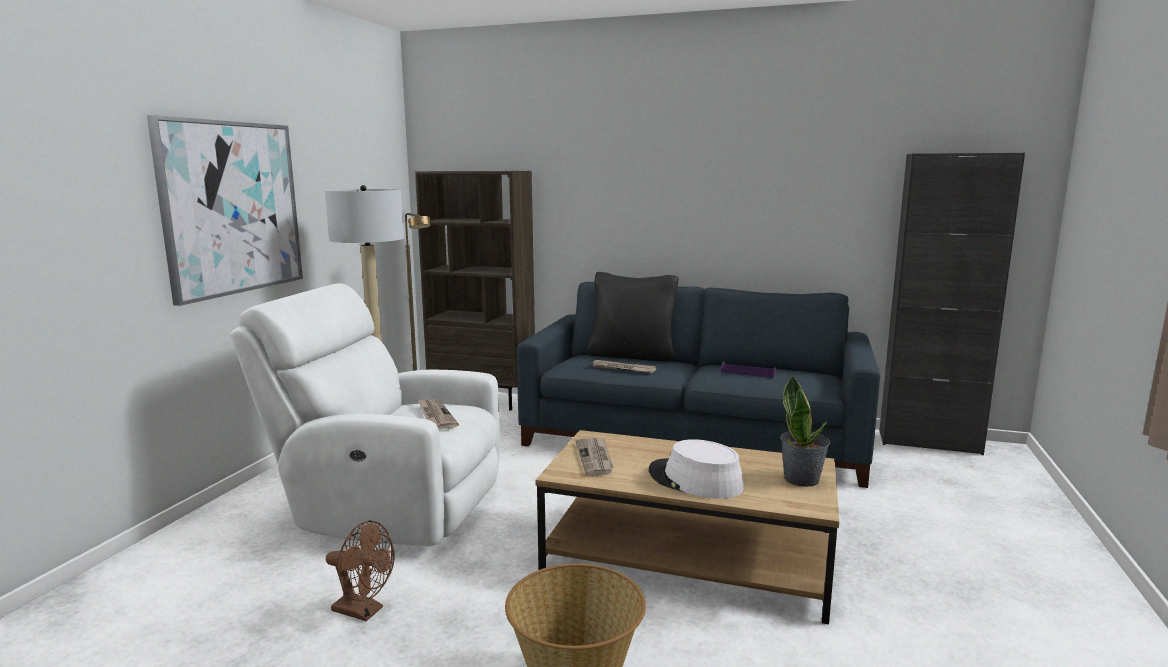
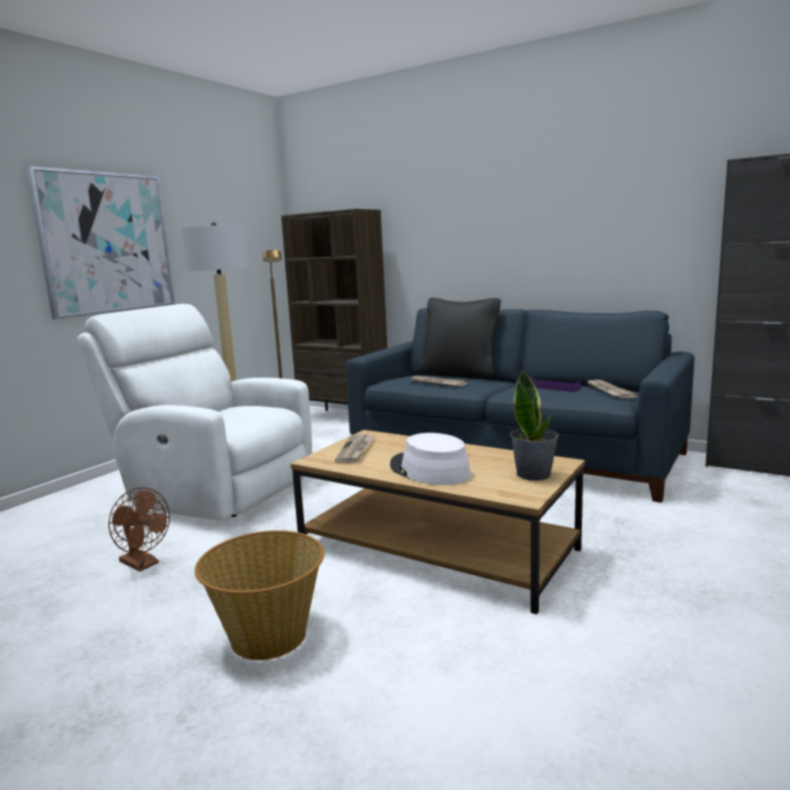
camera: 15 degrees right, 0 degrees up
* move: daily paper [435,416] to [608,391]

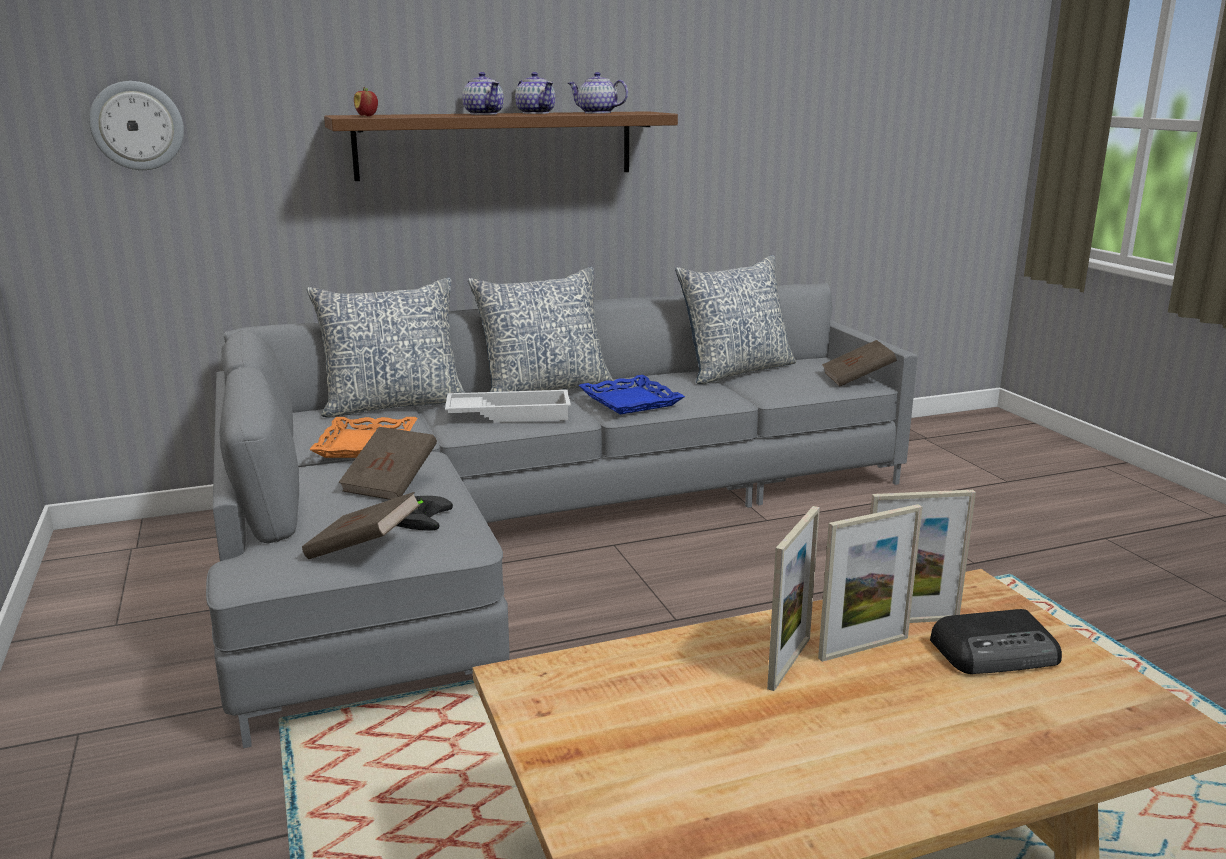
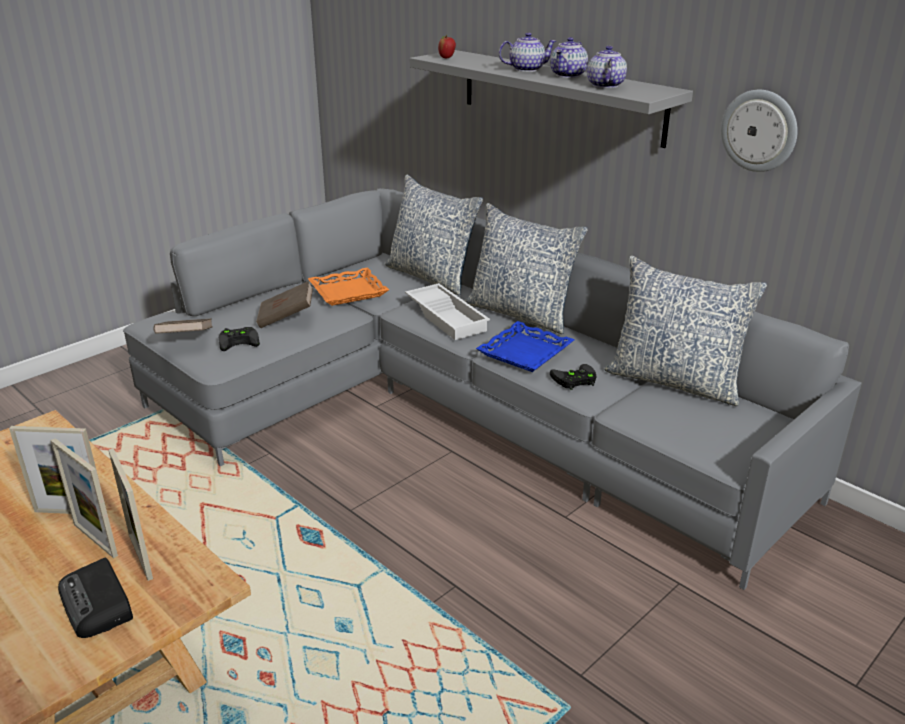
camera: 65 degrees right, 10 degrees up
* move: clock on the wall [137,126] to [759,130]
* recolor: brown wall shelf [496,145] to greyish wall shelf [559,96]
* rotate: teapot [484,114] = [526,69] 135 degrees counterclockwise
* delete: brown bound book [857,379]
* insert: black joypad [573,380]

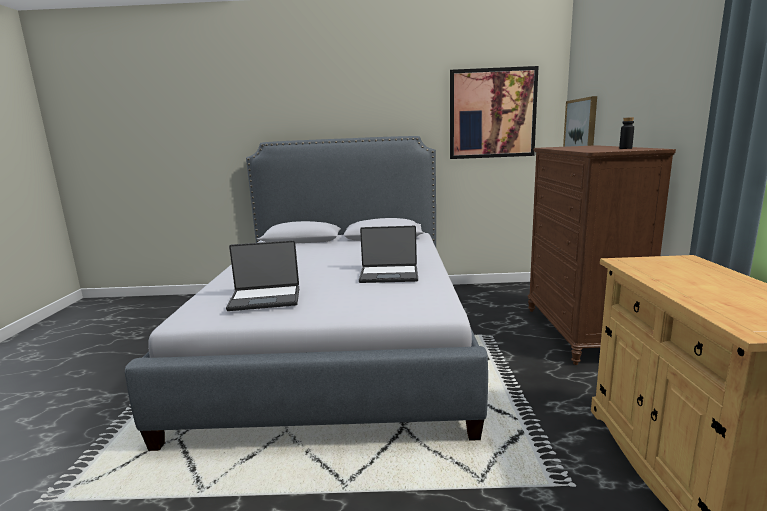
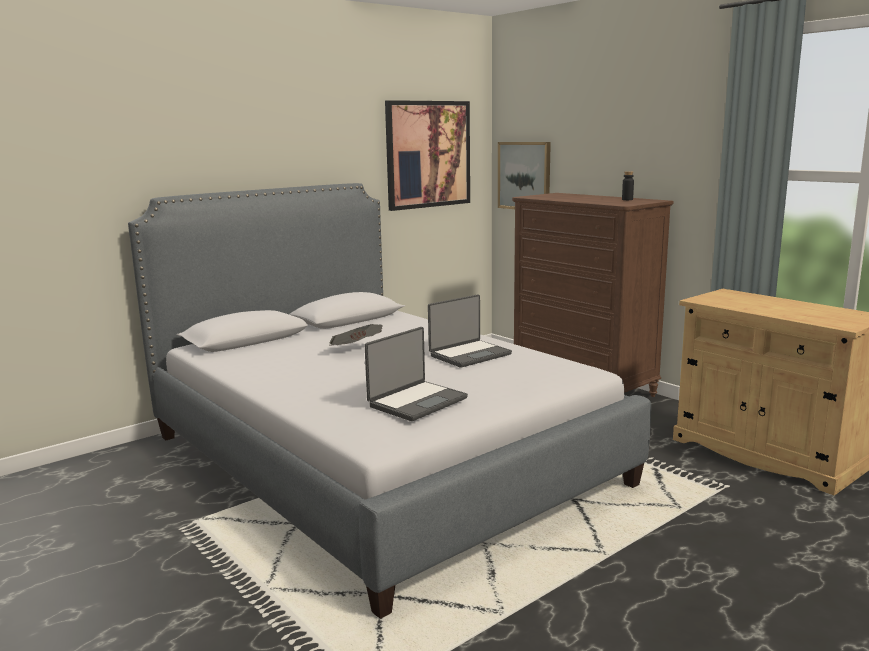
camera: 40 degrees left, 0 degrees up
* insert: daily paper [356,350]

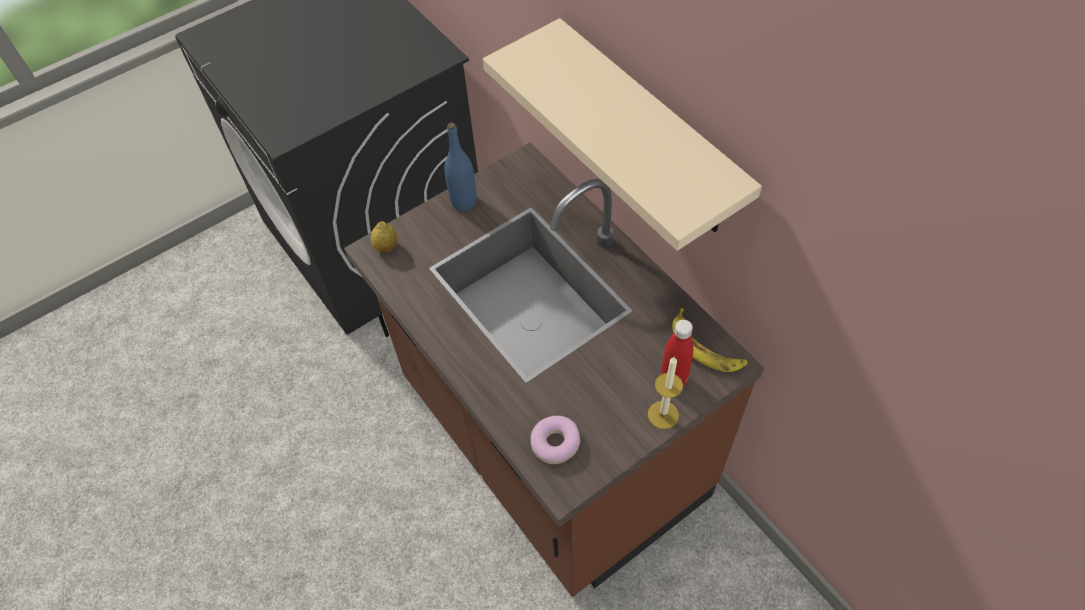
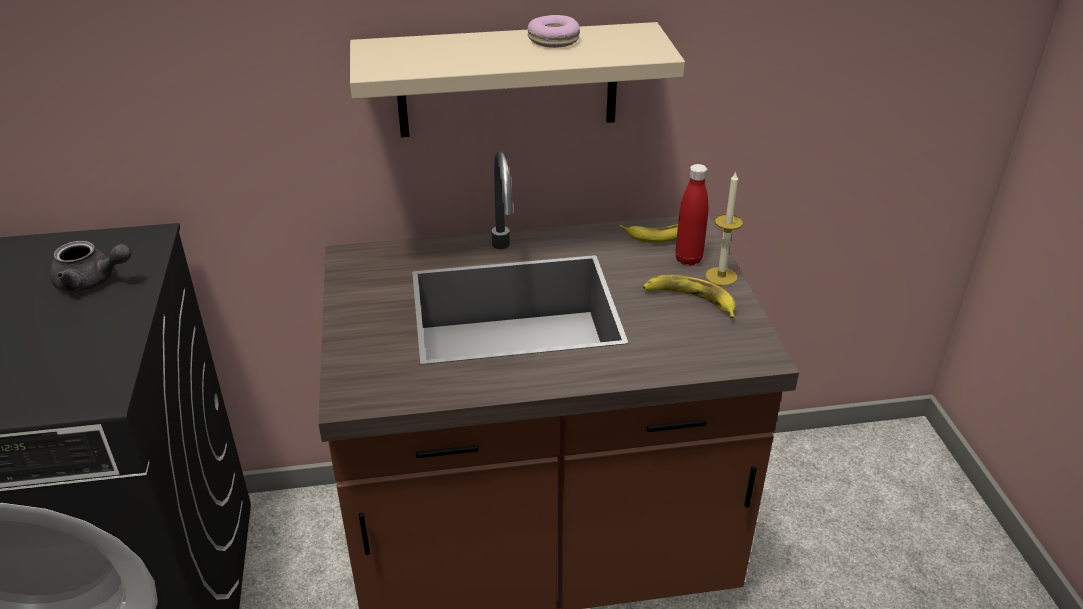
camera: 65 degrees left, 20 degrees down
* delete: citrus fruit [386,247]
* delete: blue bottle [464,201]
* move: ring doughnut [555,443] to [553,40]
* insert: greyish teapot [92,281]
* insert: banana fruit [690,300]

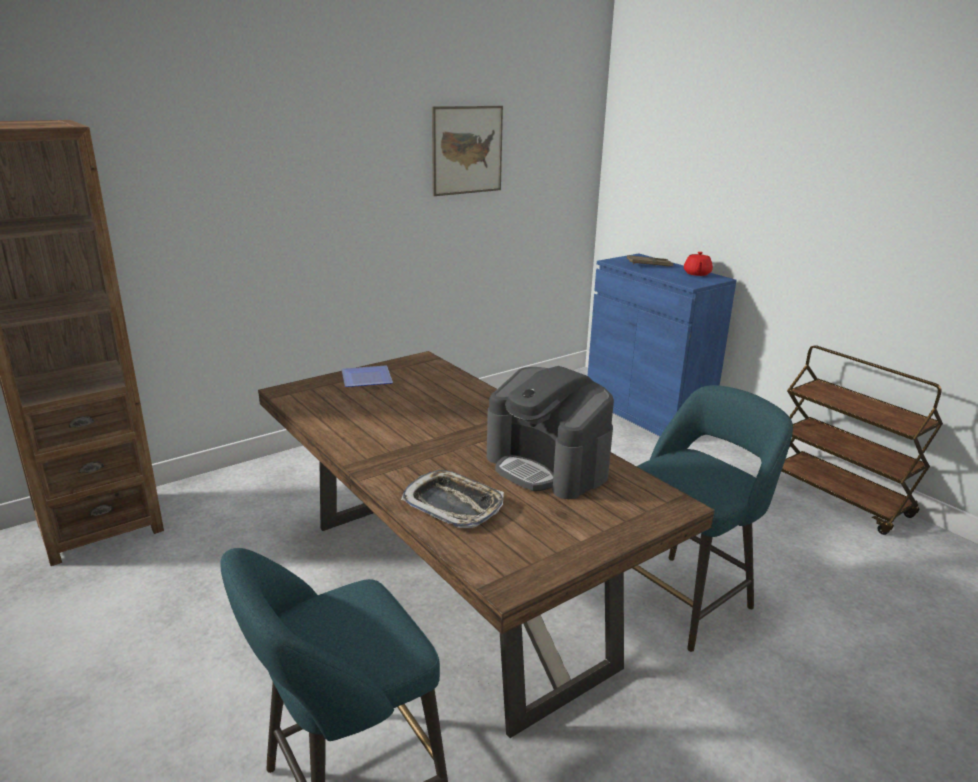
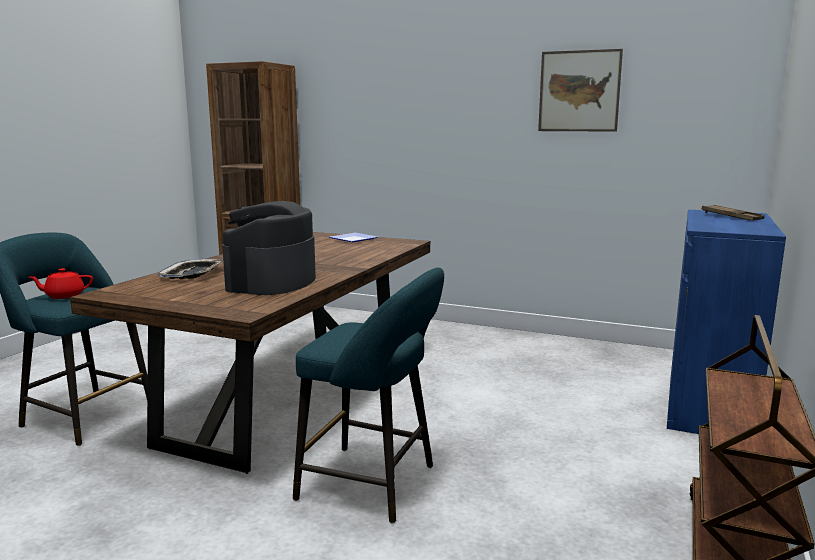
camera: 60 degrees right, 10 degrees down
* move: red teapot [697,274] to [64,296]

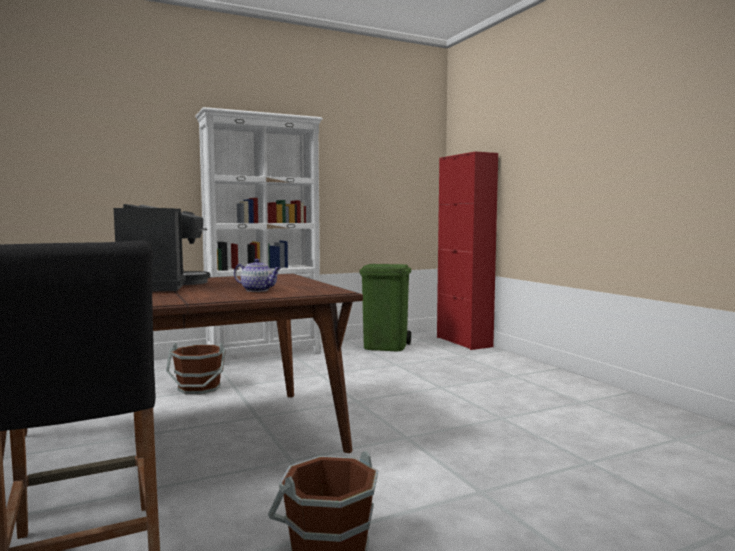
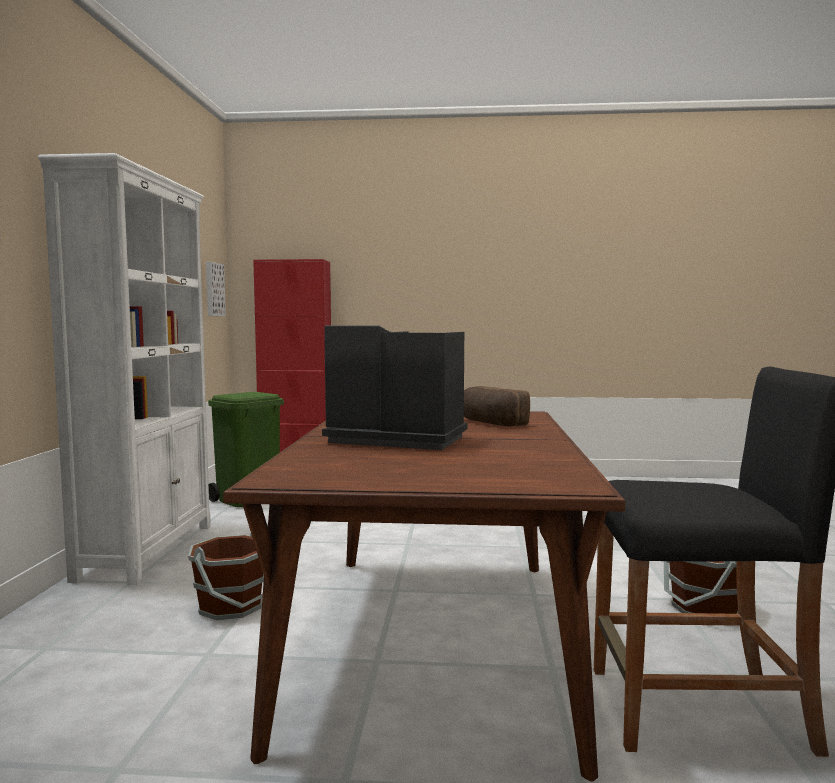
camera: 60 degrees left, 0 degrees up
* replace: teapot [258,290] to bread [490,423]
* insert: wall art [213,289]

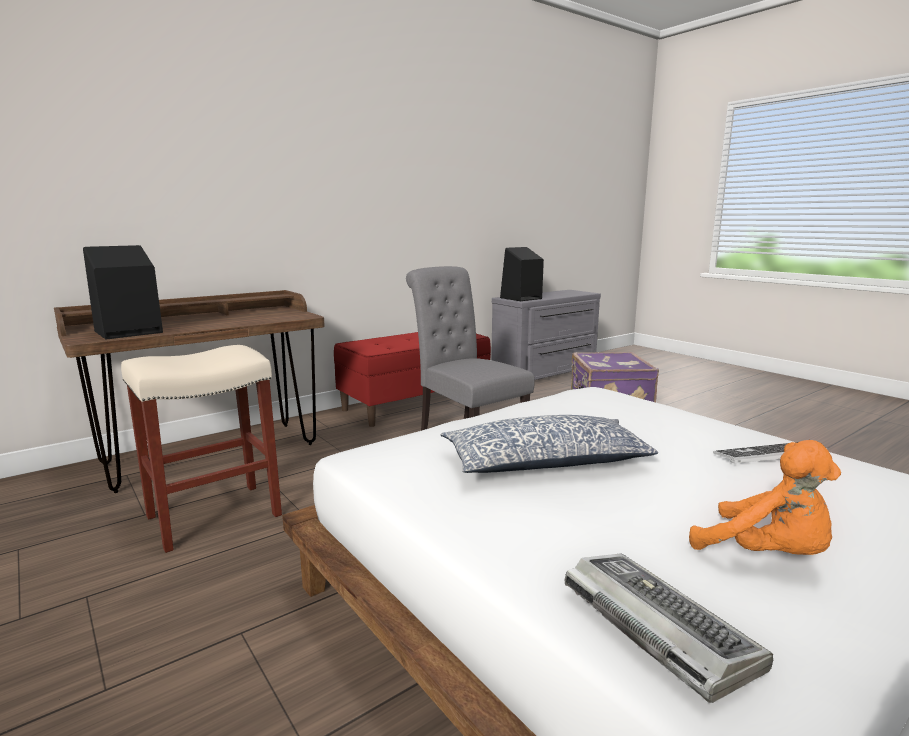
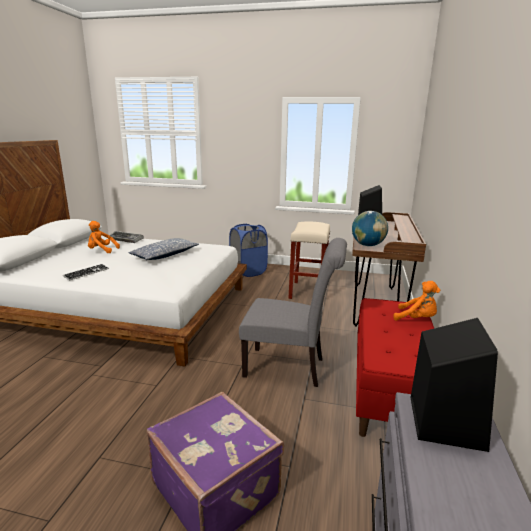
camera: 140 degrees right, 5 degrees up
* insert: blue laundry basket [248,272]
* insert: globe [368,245]
* insert: orange-coloured cuddly toy [416,319]

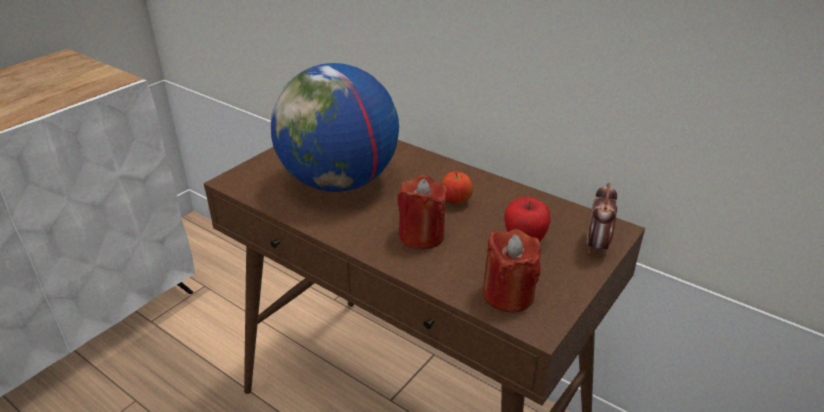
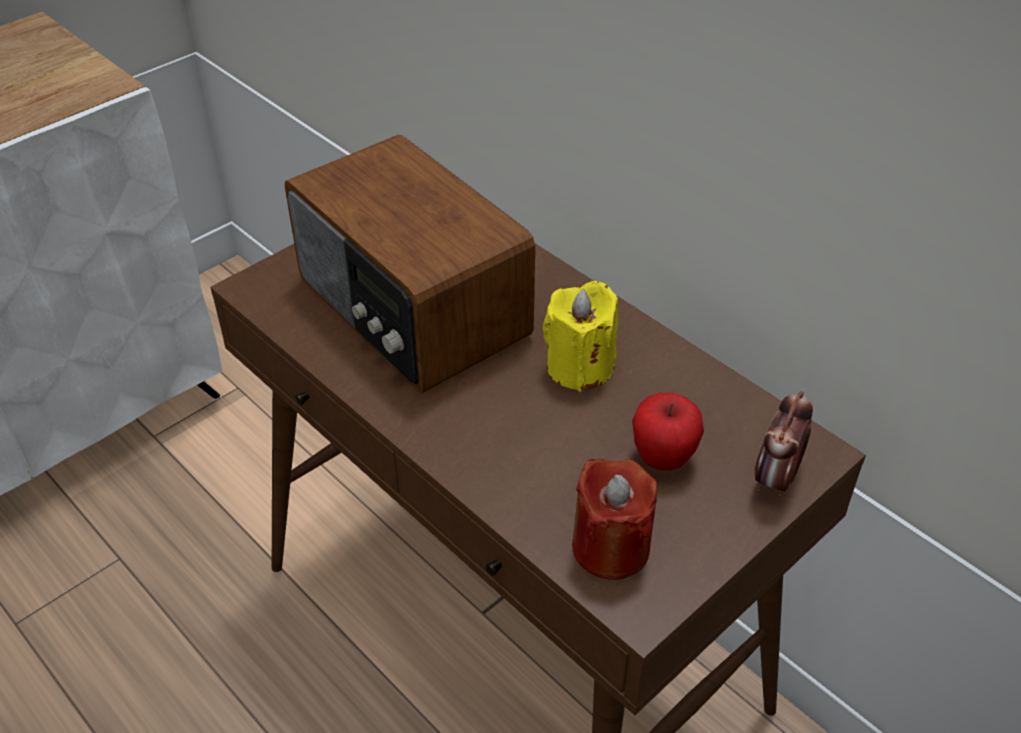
camera: 10 degrees right, 10 degrees up
* replace: globe [339,182] to radio receiver [410,309]
* delete: red candle [421,236]
* replace: apple fruit [456,201] to yellow-coloured candle [579,367]

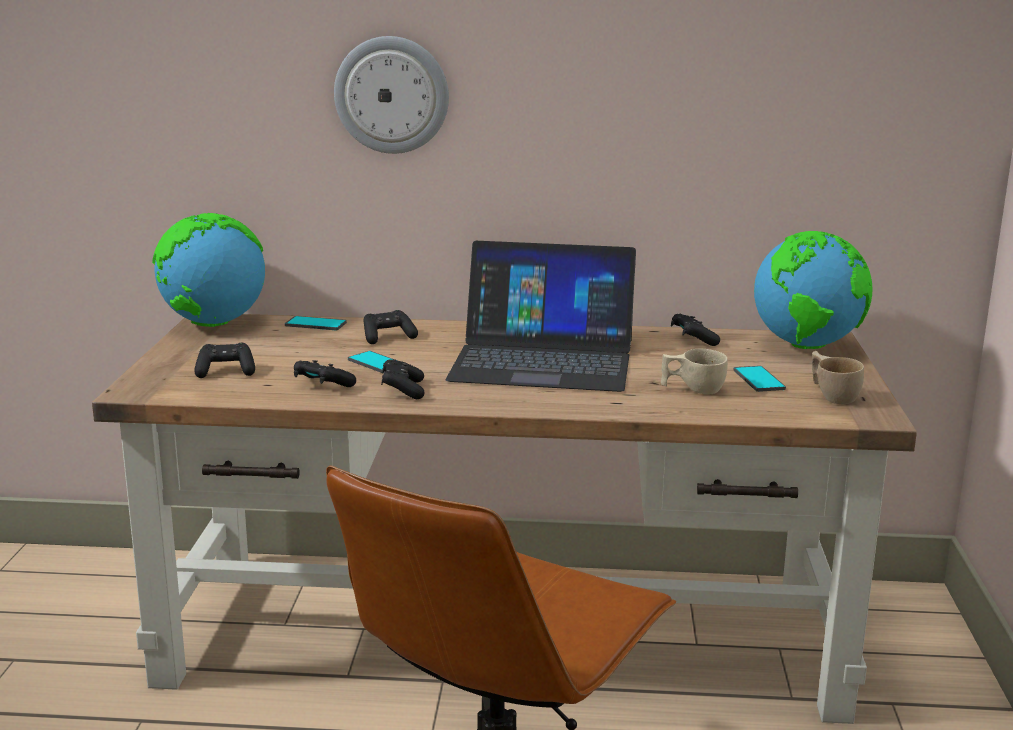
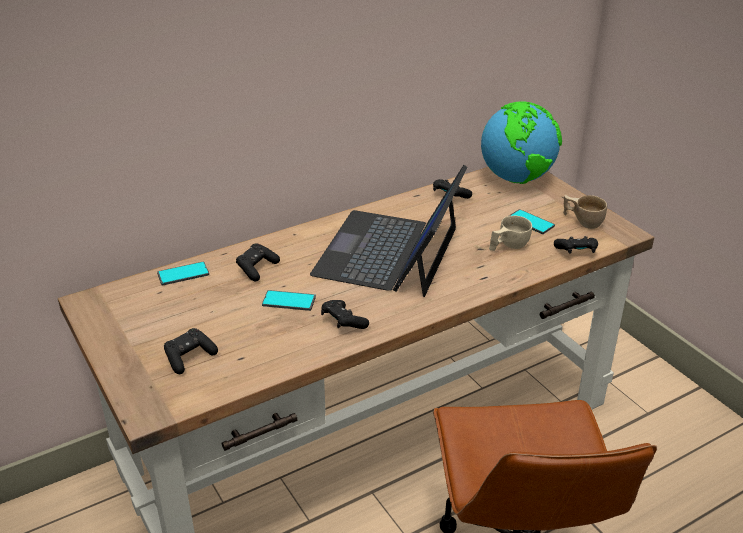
camera: 35 degrees left, 15 degrees up
* delete: globe [212,324]
* move: black joypad [322,386] to [576,252]
* delete: clock on the wall [392,95]
* rotate: portable computer [543,360] = [389,252] 135 degrees clockwise

